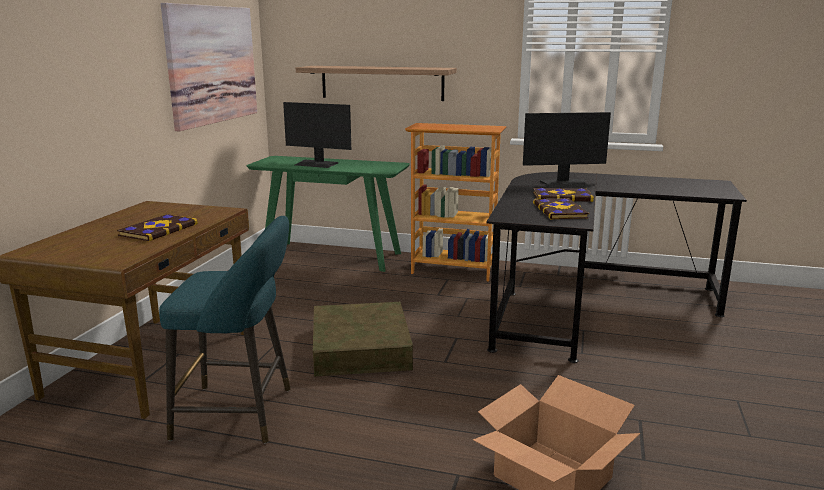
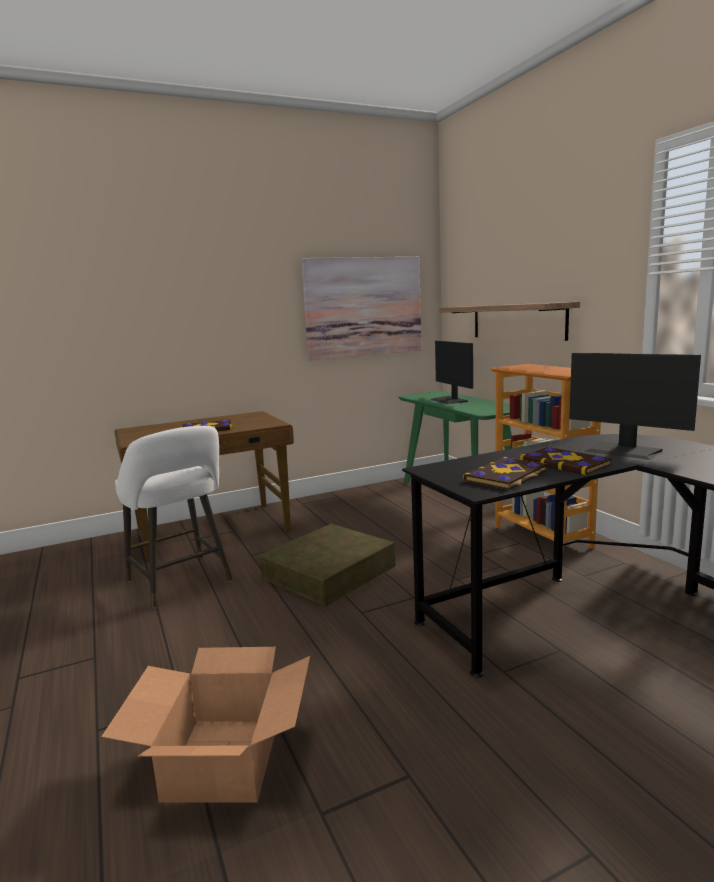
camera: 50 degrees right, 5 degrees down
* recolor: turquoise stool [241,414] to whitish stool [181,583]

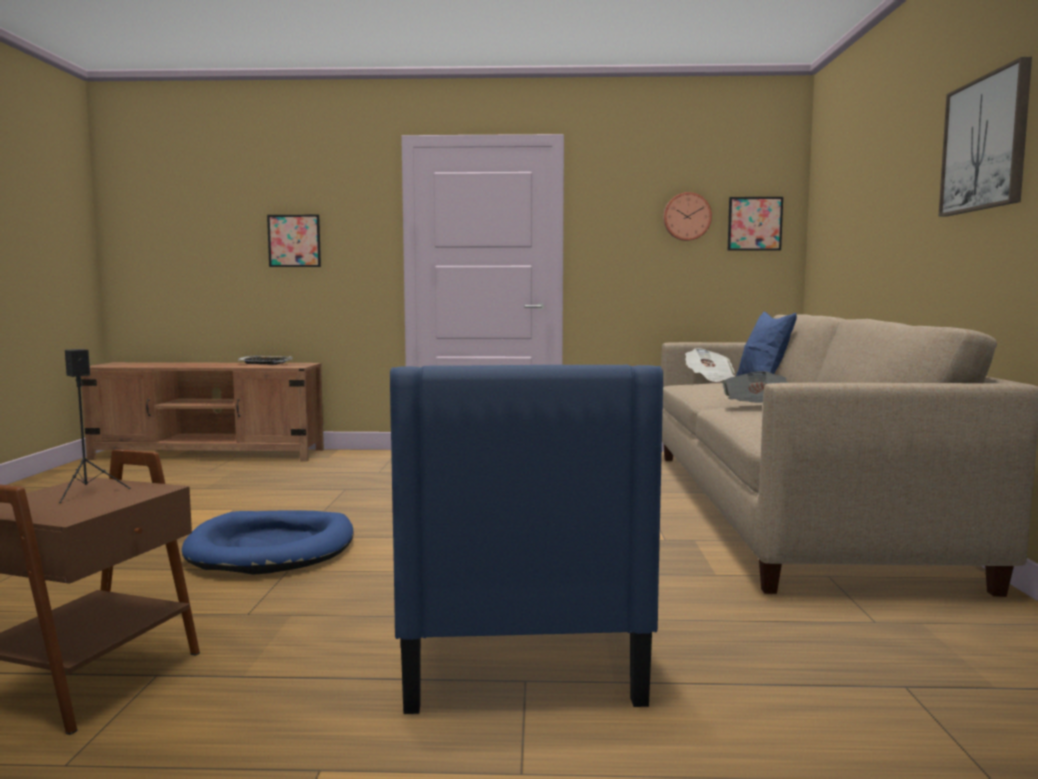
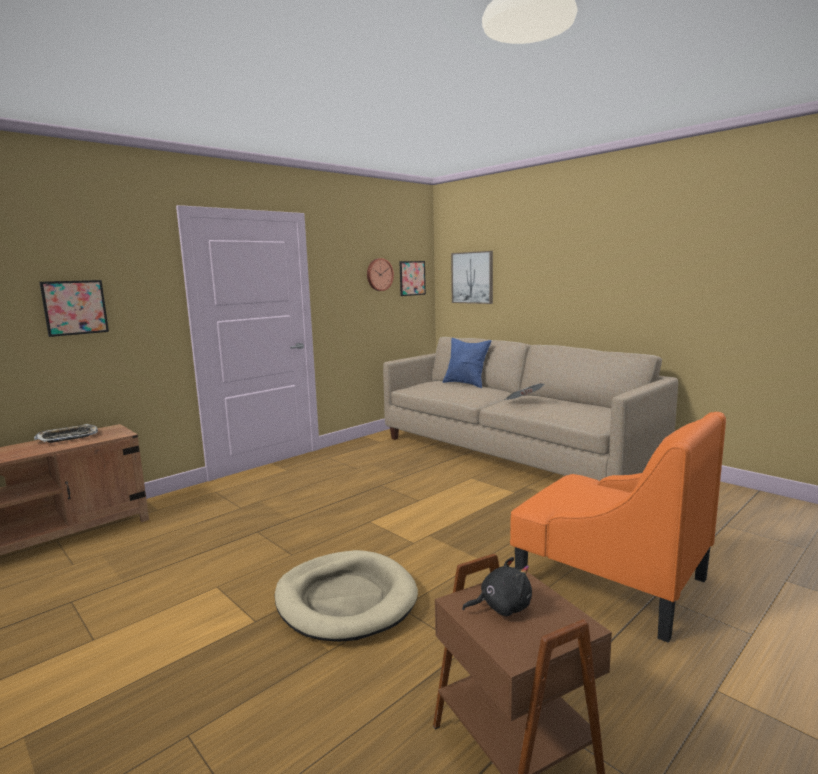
camera: 45 degrees left, 5 degrees up
* replace: black speaker [87,492] to black cuddly toy [501,607]
* recolor: blue dog bed [272,548] to sand-coloured dog bed [345,599]
* recolor: blue armchair [518,643] to orange-coloured armchair [609,580]
* delete: daily paper [709,379]
* move: wall art [985,144] to [472,277]

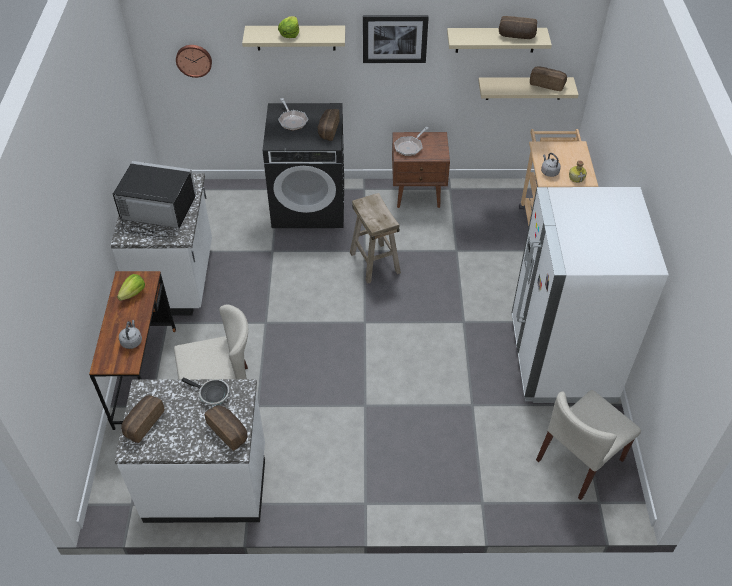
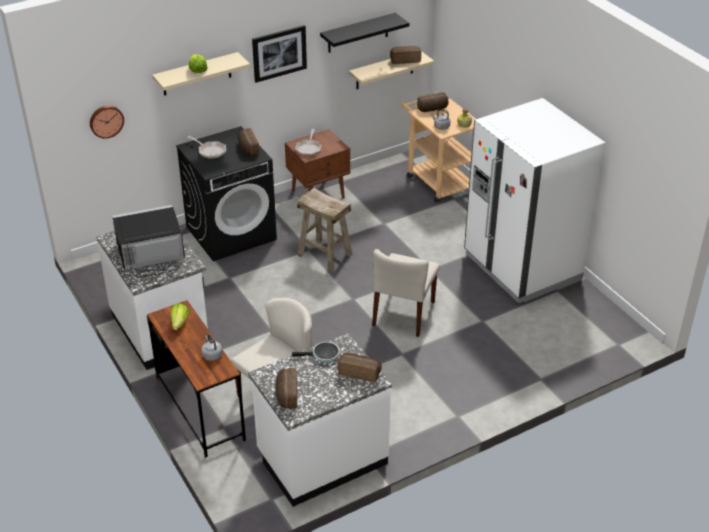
camera: 30 degrees left, 10 degrees down
* recolor: sand-coloured wall shelf [495,40] to black wall shelf [358,33]
* move: bread [516,36] to [433,109]
* move: sand-coloured upright chair [580,461] to [404,314]

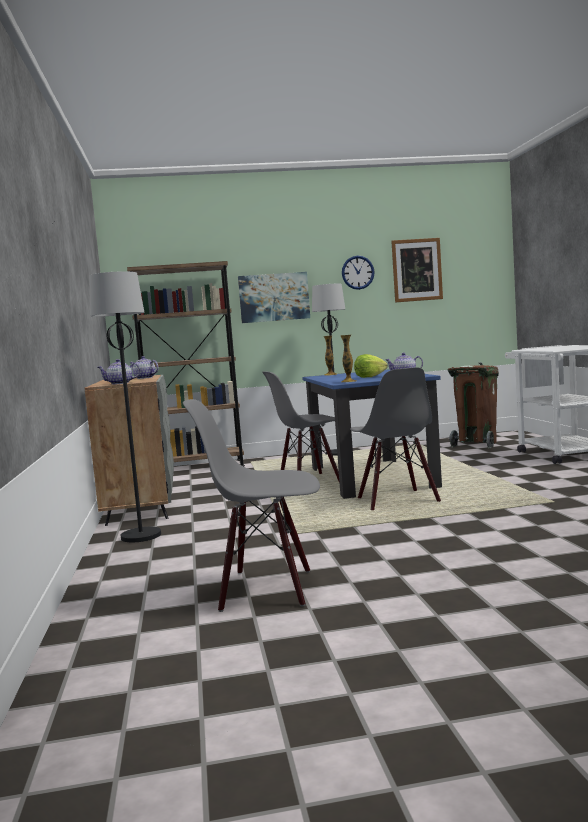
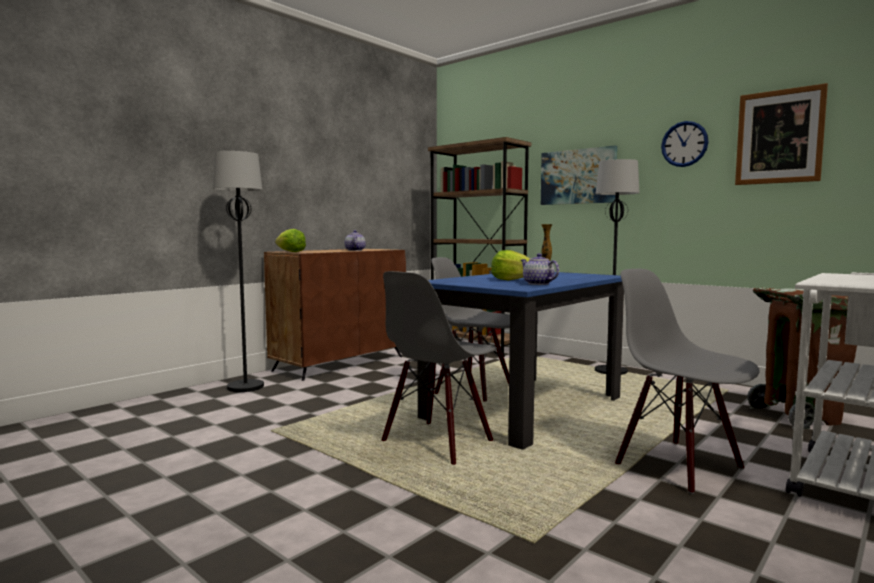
camera: 50 degrees right, 0 degrees up
* recolor: greyish cupboard [141,504] to brown cupboard [340,363]
* replace: teapot [120,383] to head of lettuce [290,252]
* move: greyish upright chair [267,589] to [679,466]
* delete: flower vase [348,381]

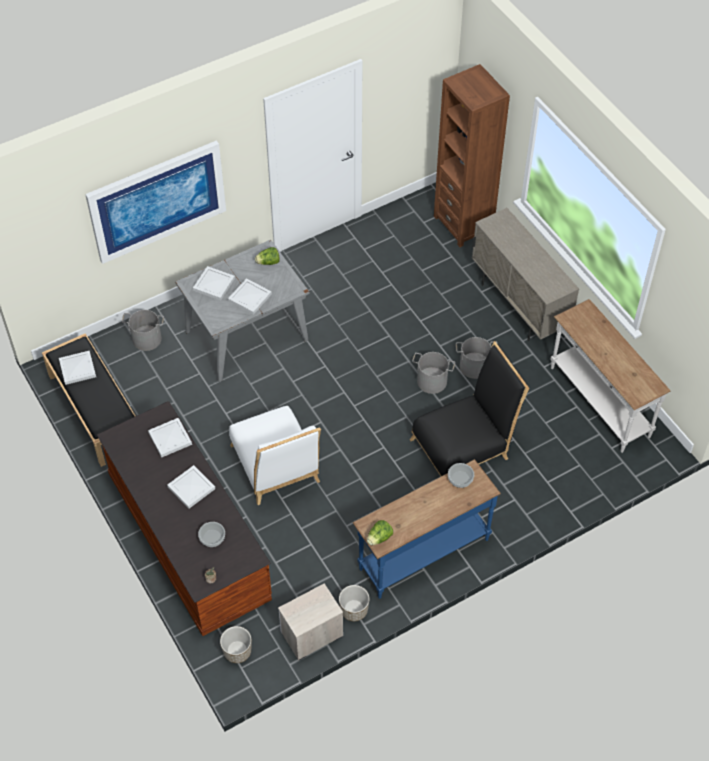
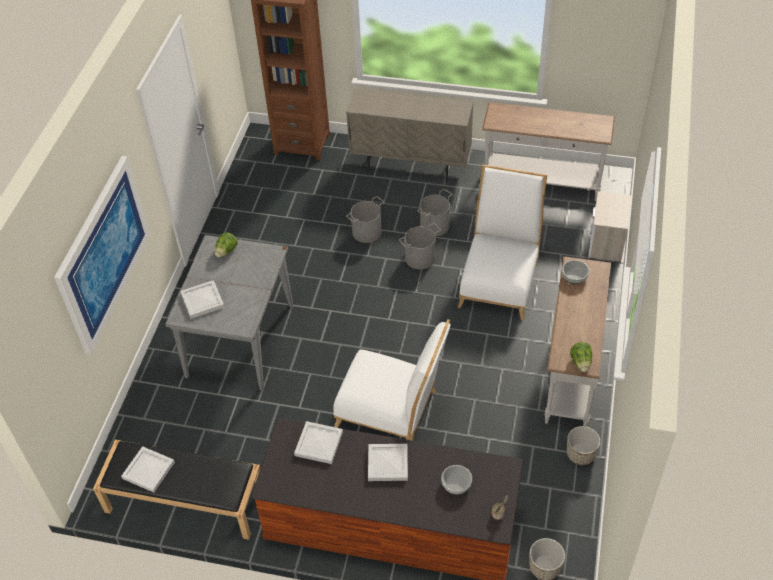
camera: 45 degrees left, 5 degrees down
* move: greyish water bucket [147,338] to [366,231]
* delete: whitish carrying tray [250,297]
* move: nightstand [310,634] to [606,244]
* recolor: blue narrow table [423,553] to whitish narrow table [570,372]
* recolor: black upright chair [464,446] to whitish upright chair [499,280]

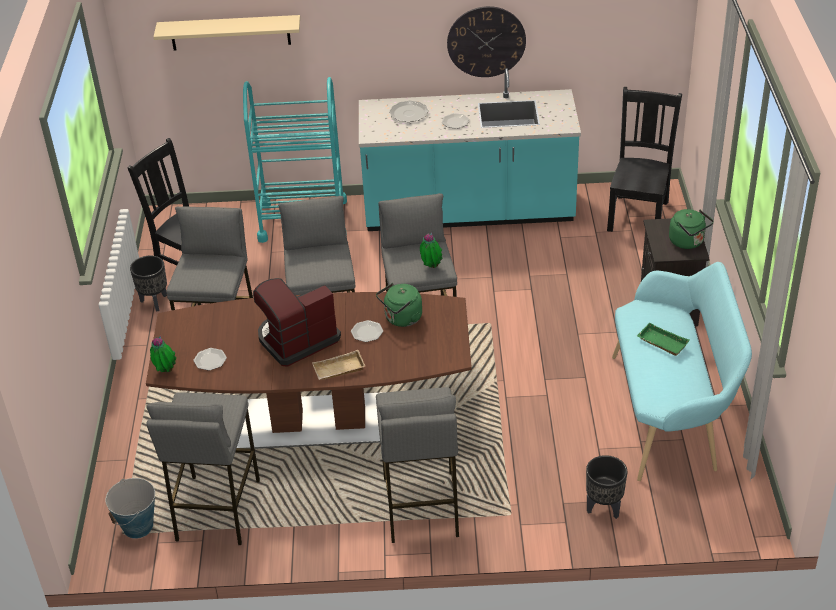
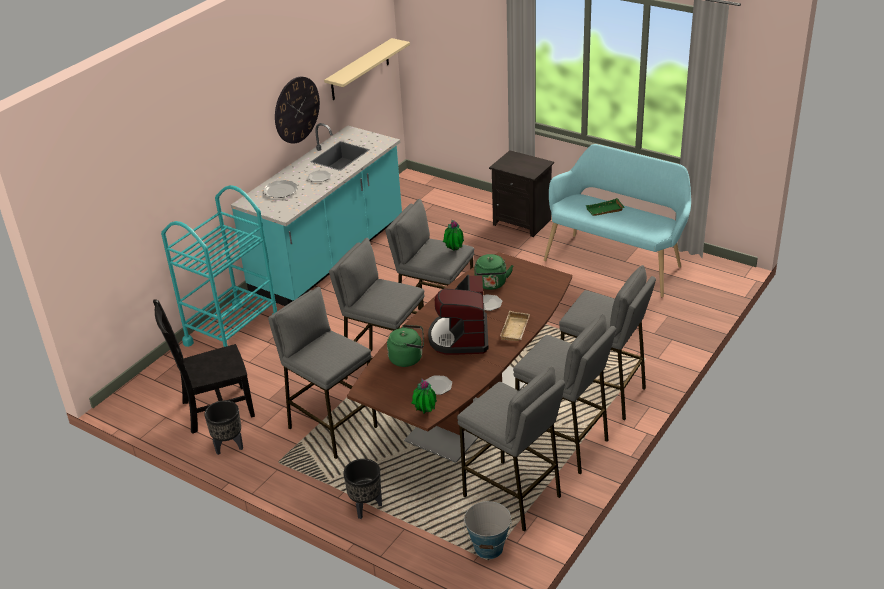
camera: 55 degrees left, 5 degrees down
* move: sand-coloured wall shelf [230,32] to [360,70]
* move: black plant pot [604,508] to [366,507]
* delete: black upright chair [638,214]
* move: green-coloured tea kettle [688,242] to [408,358]
* insert: greyish stool [562,444]

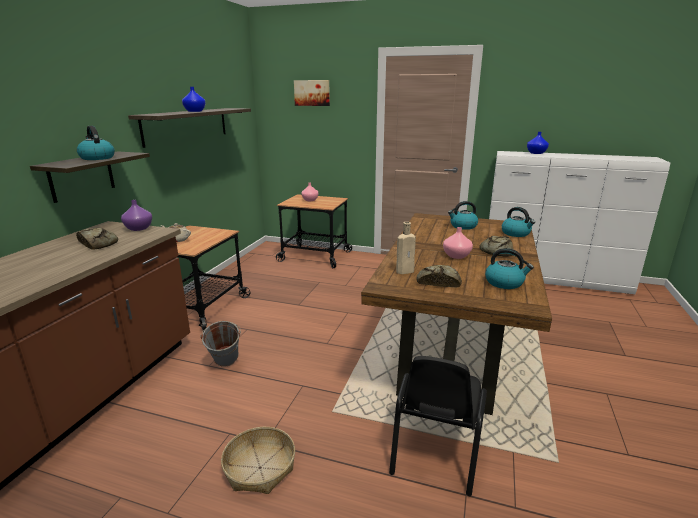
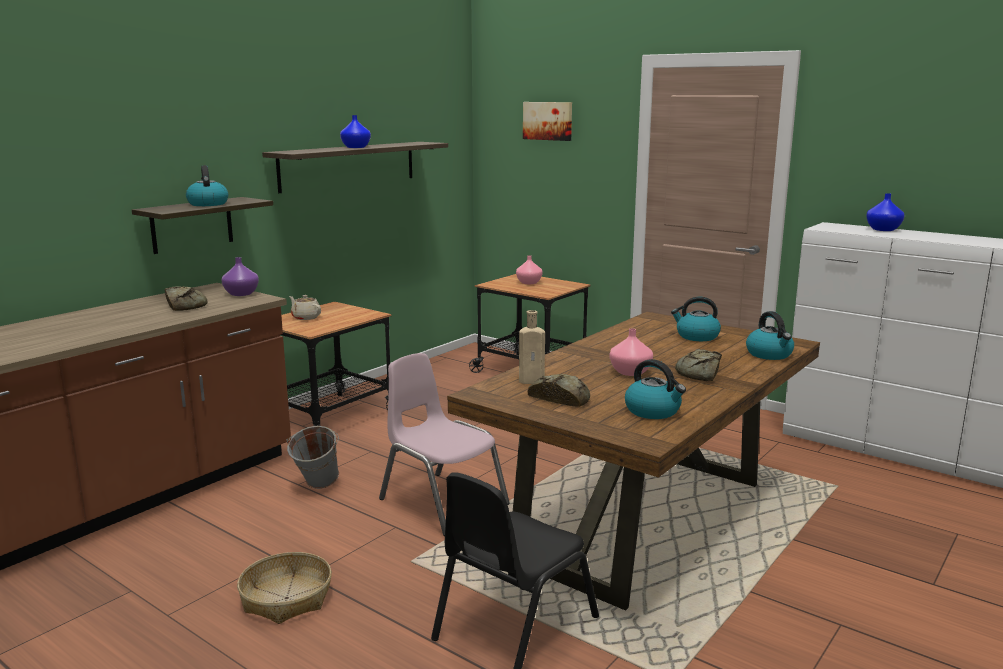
camera: 20 degrees right, 5 degrees down
* insert: pinkish upright chair [442,502]

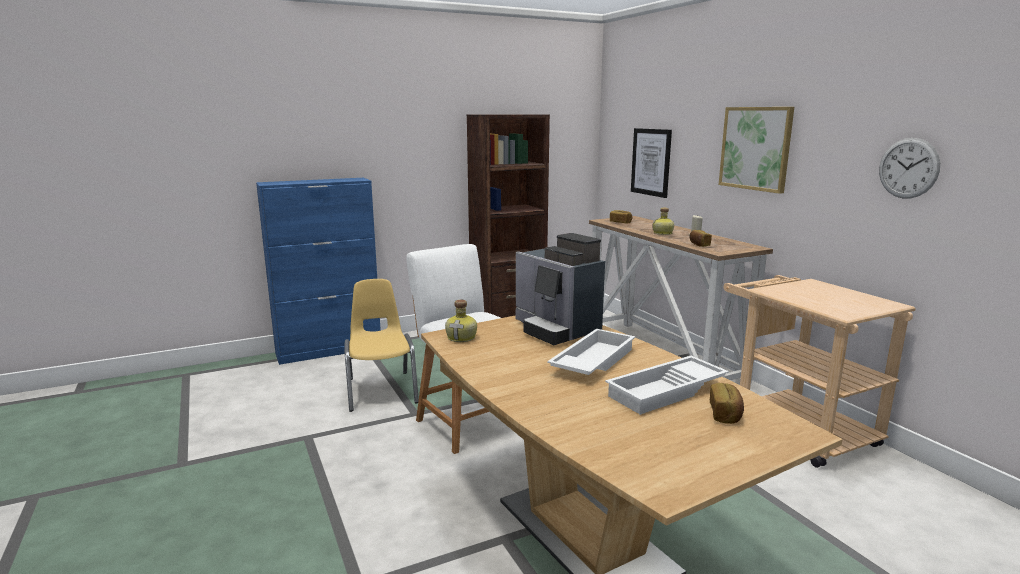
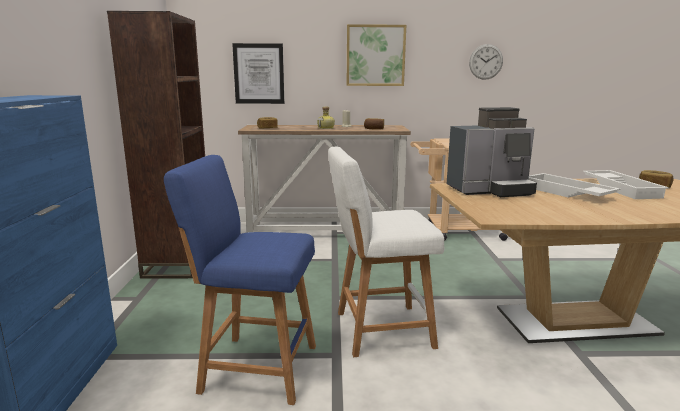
camera: 65 degrees left, 0 degrees up
* replace: yellow-coloured upright chair [381,390] to blue stool [254,367]
* delete: bottle [462,337]

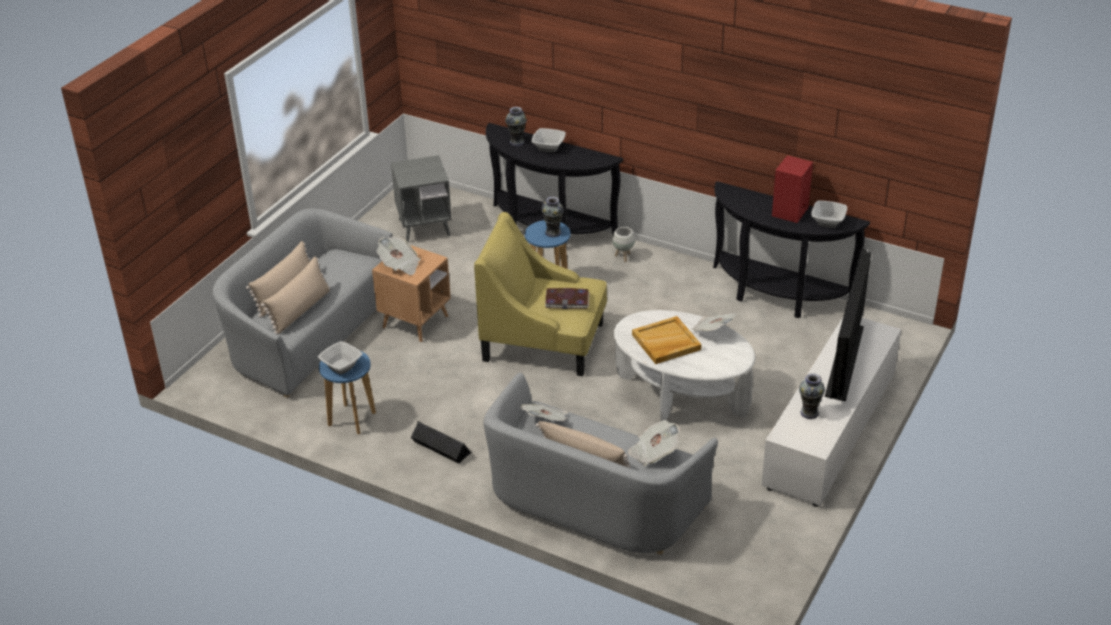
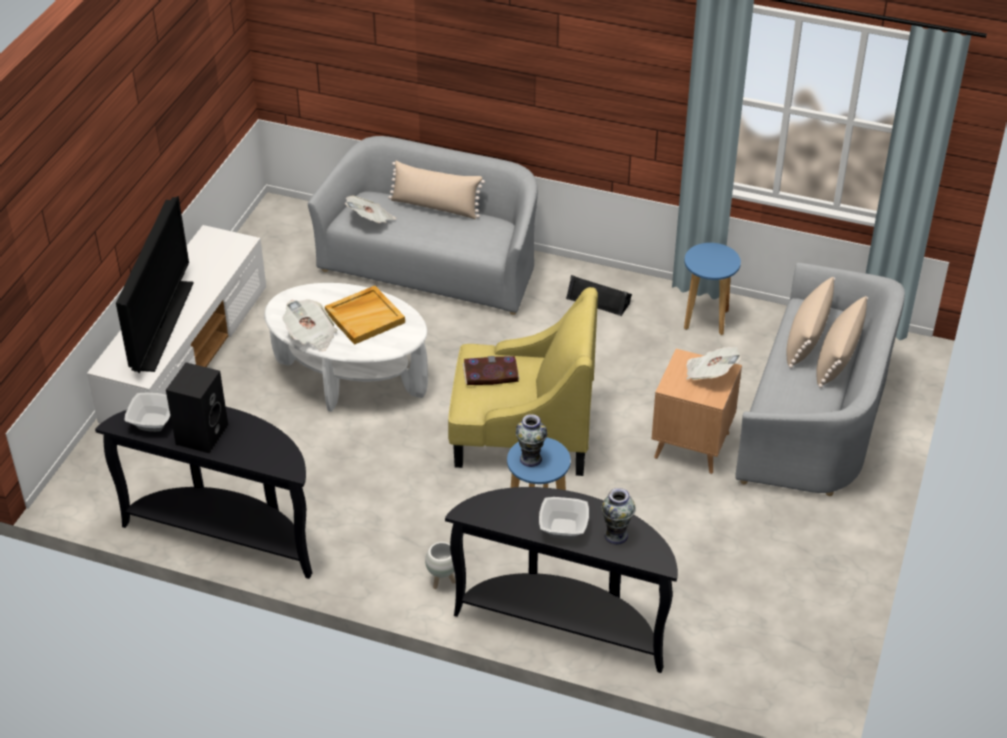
camera: 170 degrees right, 5 degrees up
* delete: bowl [341,366]
* delete: greyish accent table [424,227]
* delete: daily paper [546,421]
* recolor: red speaker [790,212] to black speaker [201,433]
* delete: flower vase [809,413]

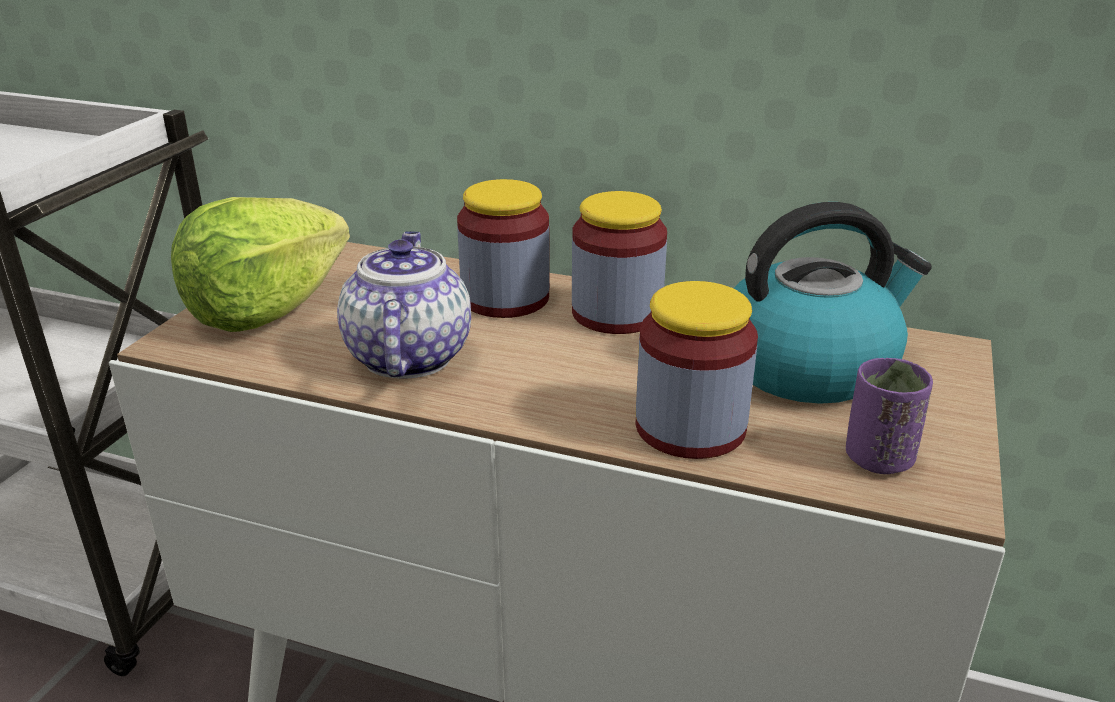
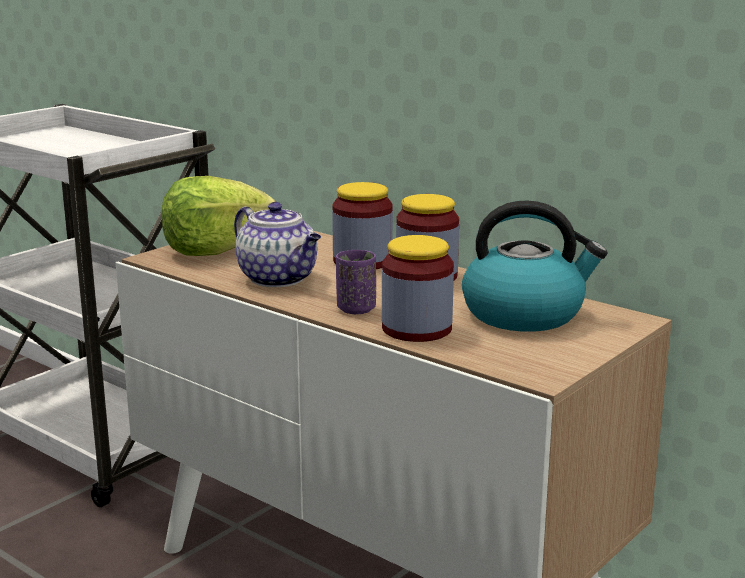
camera: 20 degrees right, 10 degrees down
* rotate: teapot [407,356] = [279,279] 120 degrees clockwise
* move: purple small cup [878,459] to [356,309]

